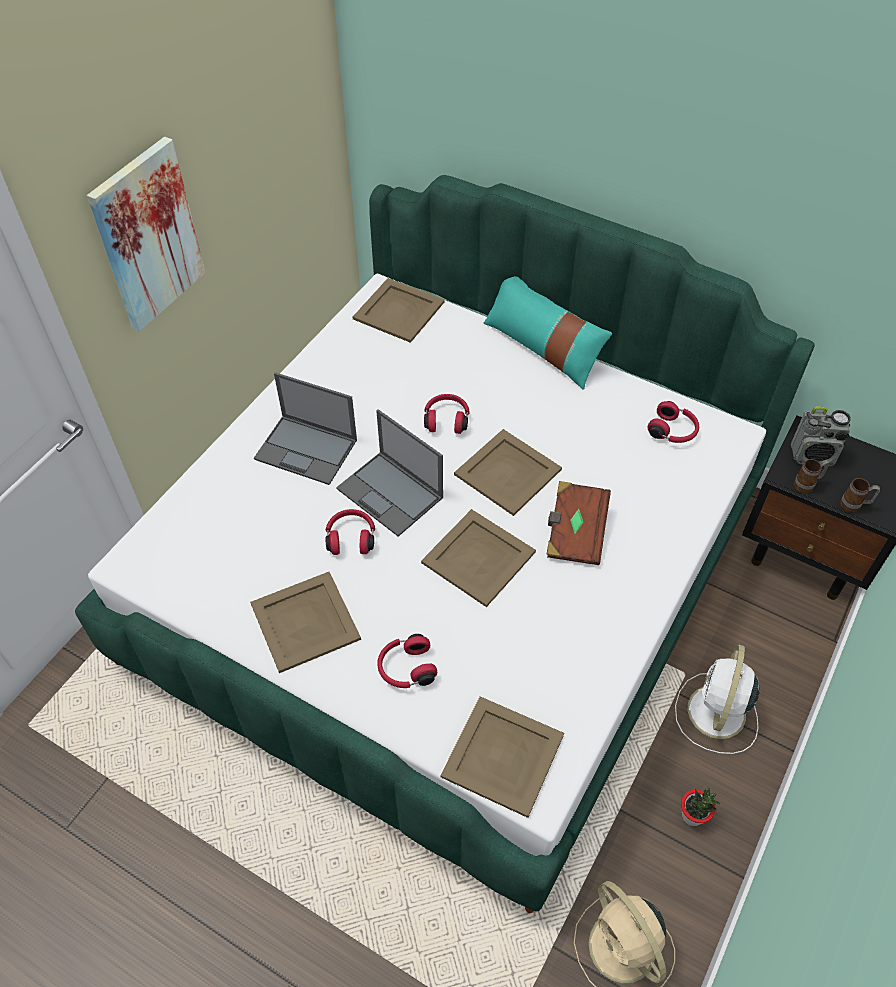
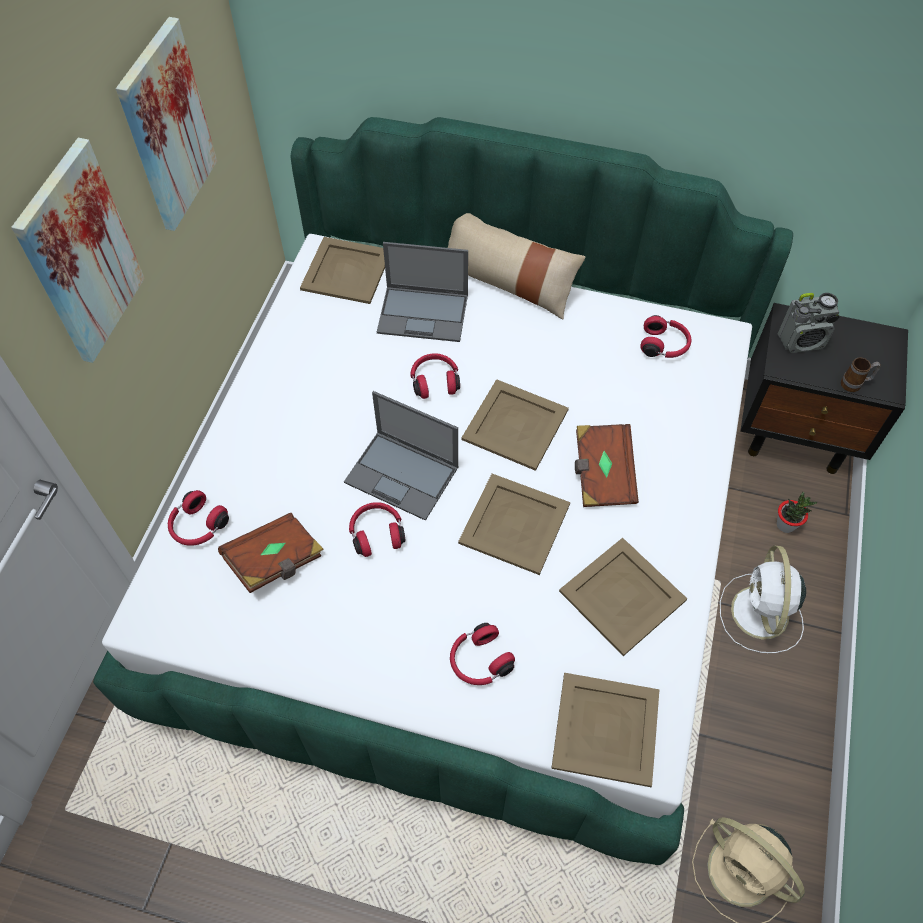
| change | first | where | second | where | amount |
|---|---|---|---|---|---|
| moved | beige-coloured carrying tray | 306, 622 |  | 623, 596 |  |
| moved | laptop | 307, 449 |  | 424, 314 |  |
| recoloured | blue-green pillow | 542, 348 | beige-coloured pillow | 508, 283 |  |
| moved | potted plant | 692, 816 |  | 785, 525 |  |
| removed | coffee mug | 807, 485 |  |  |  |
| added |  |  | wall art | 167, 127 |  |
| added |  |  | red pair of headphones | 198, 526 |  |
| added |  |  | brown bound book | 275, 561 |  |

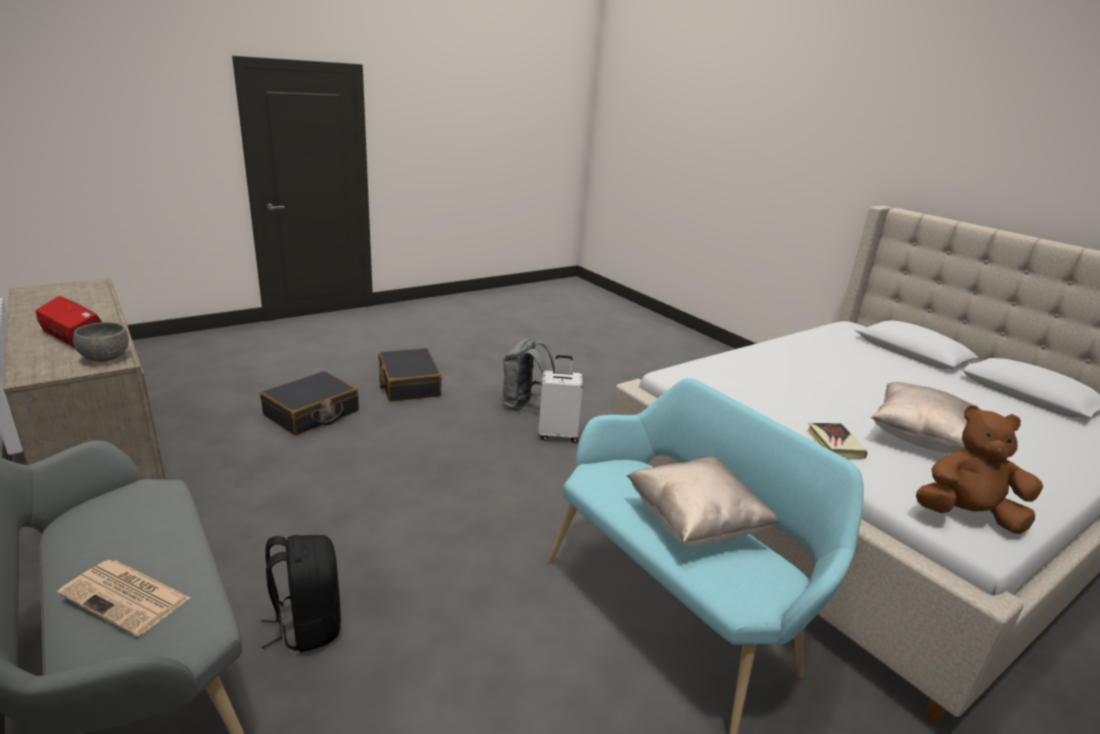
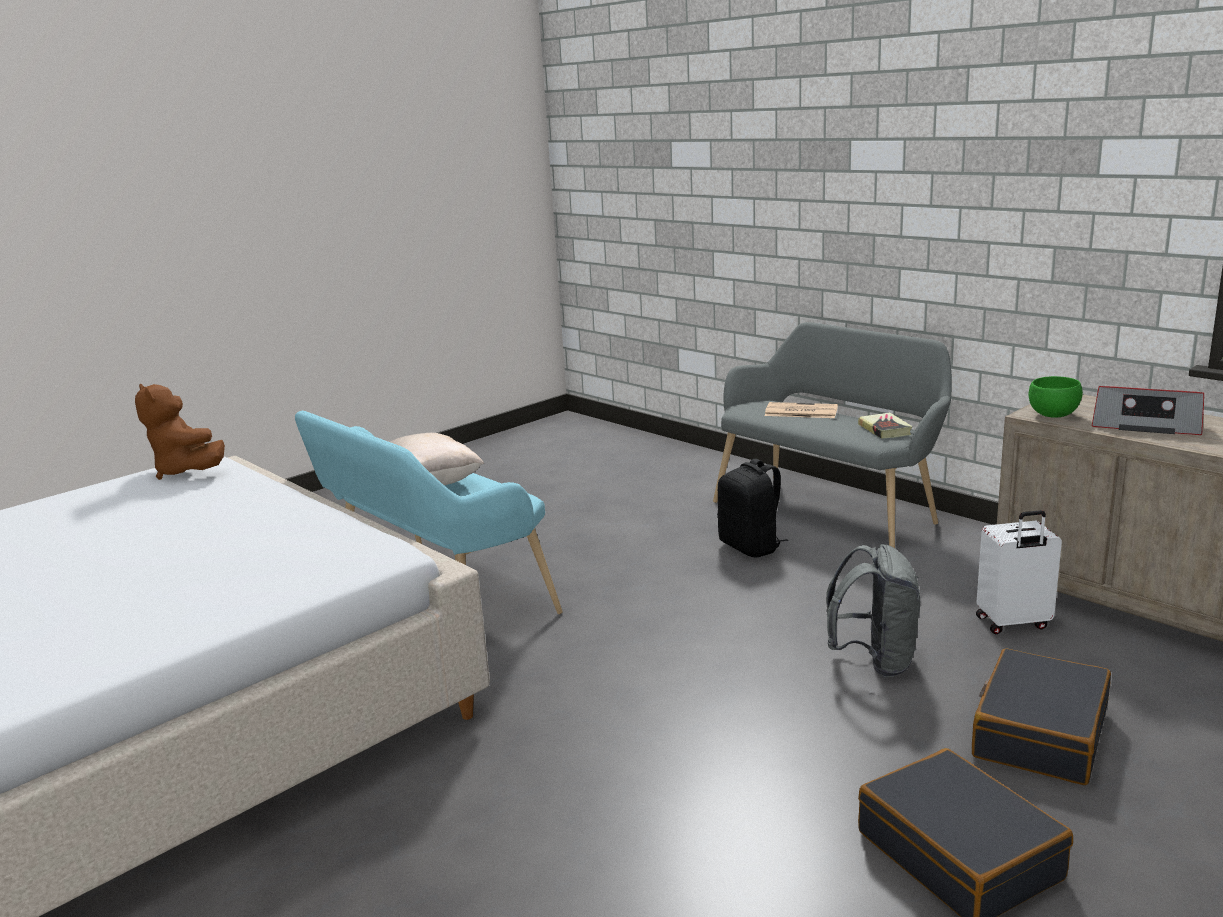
| change | first | where | second | where | amount |
|---|---|---|---|---|---|
| recoloured | greyish deep dish | 105, 359 | greenish deep dish | 1052, 415 |  |
| moved | greyish backpack | 525, 405 |  | 874, 661 |  |
| moved | whitish suitcase | 558, 434 |  | 1013, 623 |  |
| moved | bound book | 834, 444 |  | 884, 430 |  |
| removed | beige-coloured pillow | 920, 439 |  |  |  |
| turned | brown plush toy | 966, 516 |  | 186, 471 | 45 degrees clockwise |

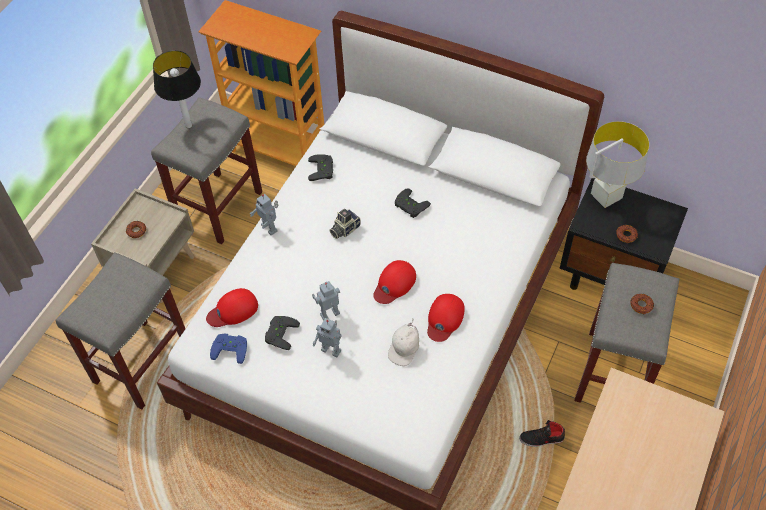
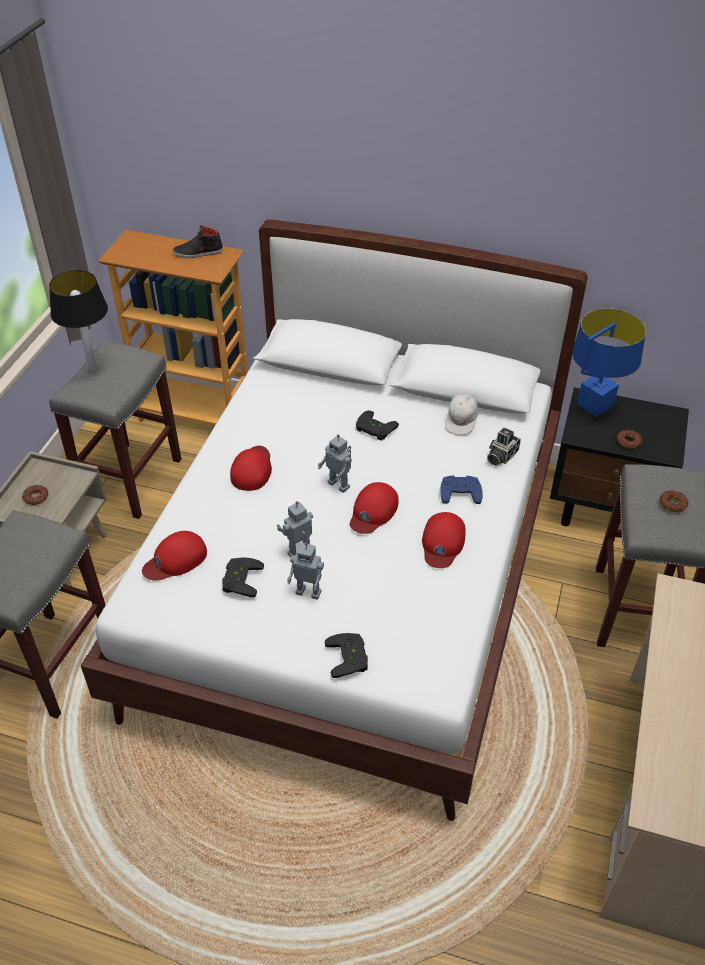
| change | first | where | second | where | amount |
|---|---|---|---|---|---|
| moved | blue gamepad | 231, 347 |  | 460, 490 |  |
| moved | robot figure | 270, 227 |  | 339, 484 |  |
| moved | black gamepad | 323, 170 |  | 350, 657 |  |
| moved | photo camera | 344, 229 |  | 500, 456 |  |
| moved | whitish peaked cap | 405, 349 |  | 461, 422 |  |
| moved | black item of footwear | 541, 439 |  | 198, 253 |  |
| recoloured | greyish tabletop lamp | 605, 197 | blue tabletop lamp | 594, 406 |  |
| added |  |  | red peaked cap | 252, 469 |  |

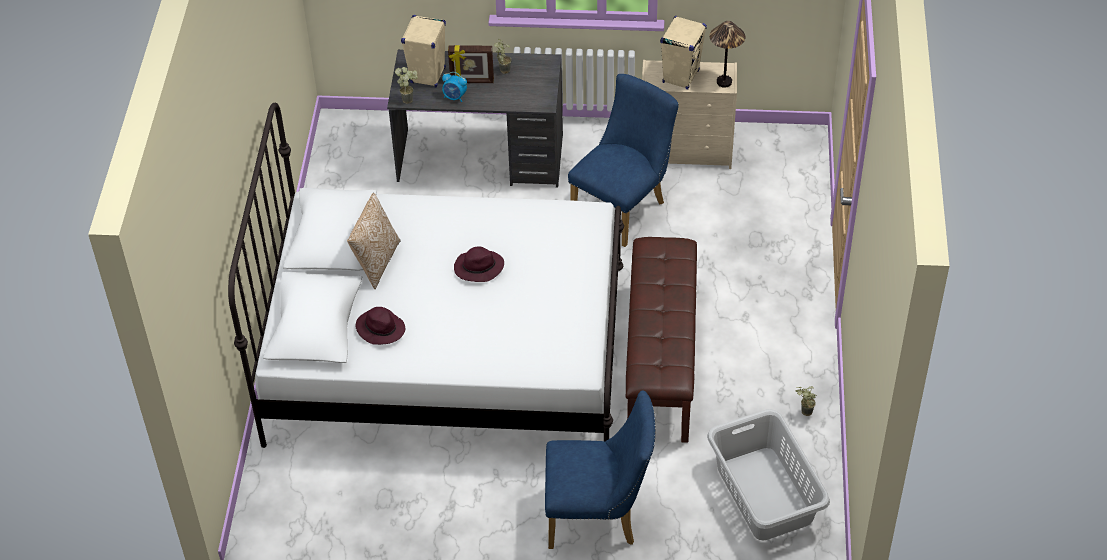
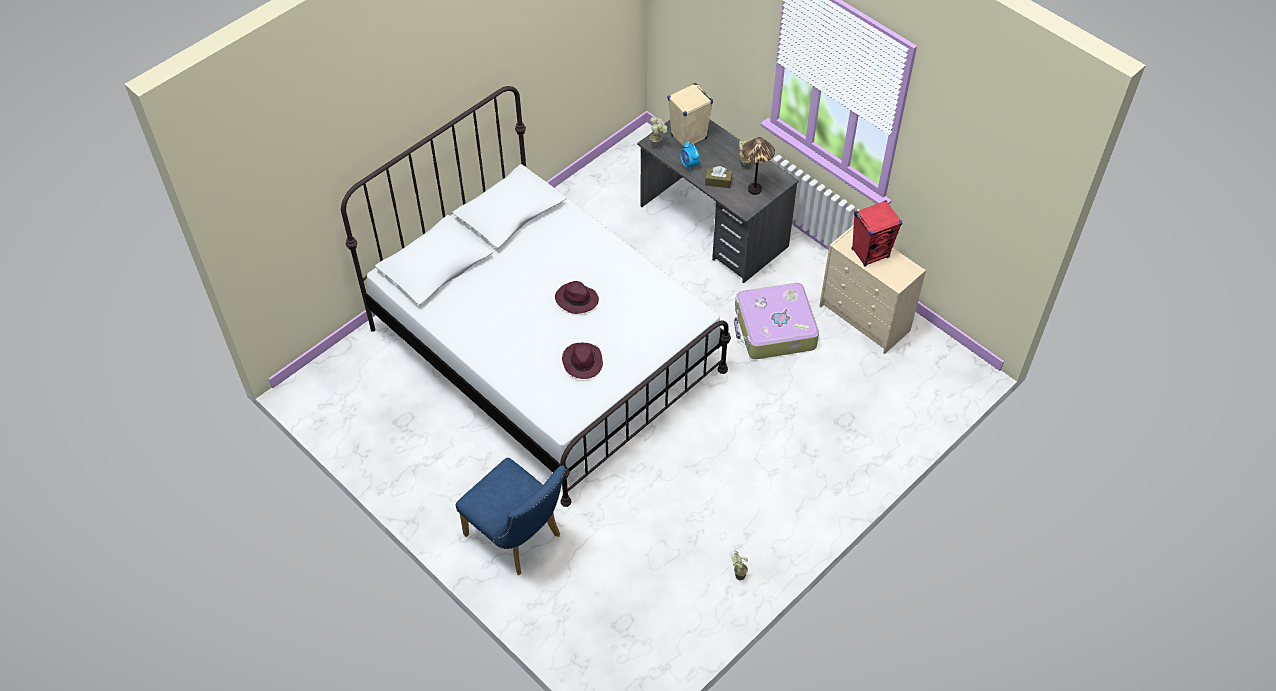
| change | first | where | second | where | amount |
|---|---|---|---|---|---|
| removed | pillow | 376, 262 |  |  |  |
| moved | purplish hat | 380, 328 |  | 582, 362 |  |
| removed | standing frame | 472, 81 |  |  |  |
| replaced | blue plain chair | 623, 207 | suitcase | 774, 329 |  |
| removed | brown long seat | 659, 361 |  |  |  |
| recoloured | beige-coloured loudspeaker | 681, 76 | red loudspeaker | 870, 253 |  |
| removed | greyish laundry basket | 764, 494 |  |  |  |
| moved | tabletop lamp | 724, 82 |  | 754, 189 |  |
| added |  |  | brown box of tissues | 718, 182 |  |

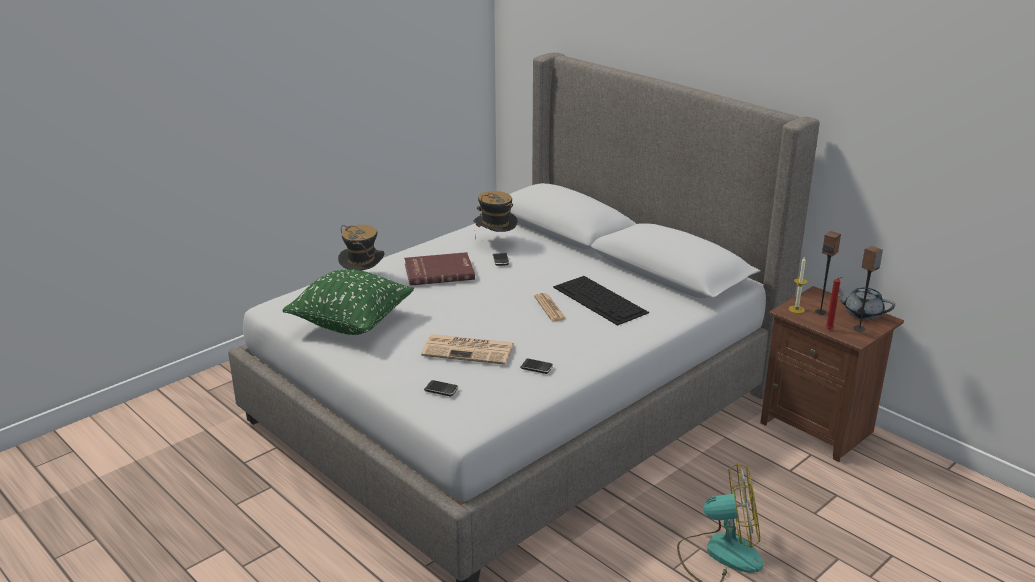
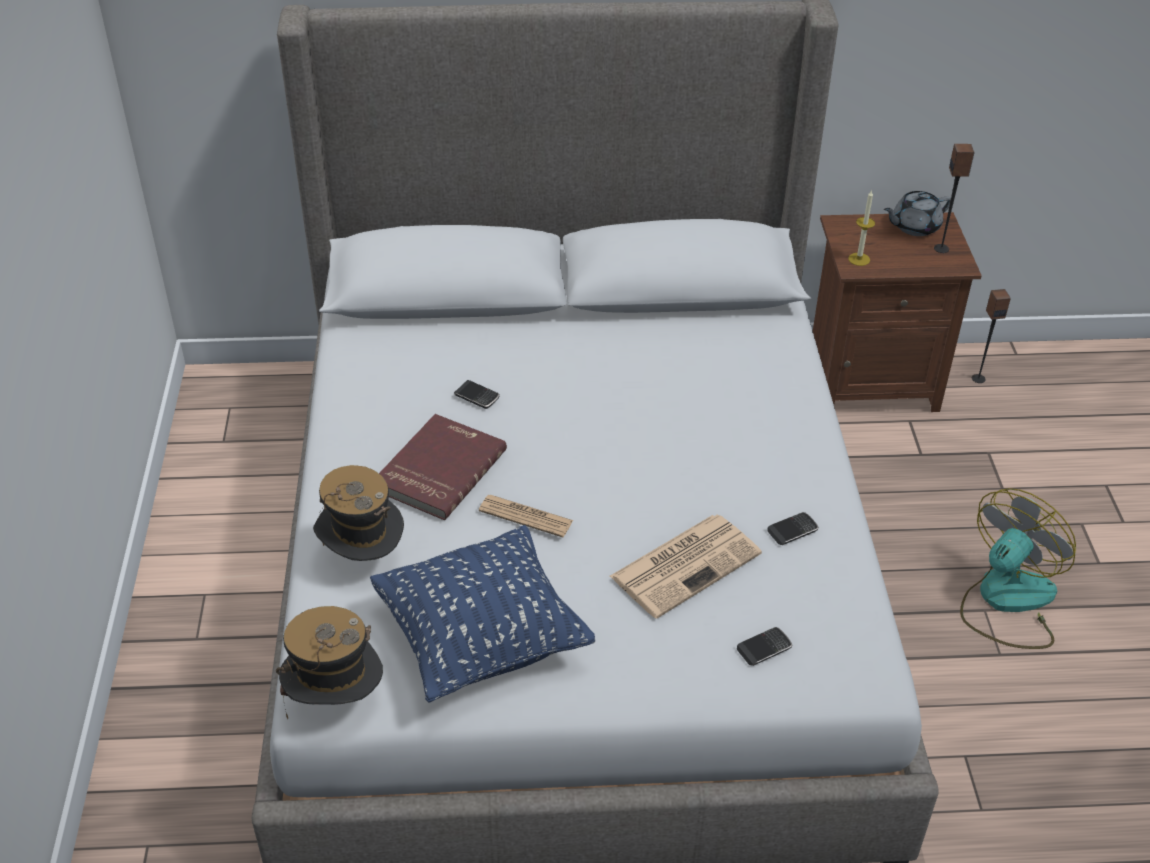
| change | first | where | second | where | amount |
|---|---|---|---|---|---|
| recoloured | greenish pillow | 351, 323 | blue pillow | 482, 640 |  |
| moved | hat | 495, 243 |  | 336, 703 |  |
| moved | newspaper | 550, 308 |  | 526, 516 |  |
| removed | computer keyboard | 601, 300 |  |  |  |
| moved | loudspeaker | 820, 312 |  | 978, 378 |  |
| removed | red wax candle | 829, 330 |  |  |  |

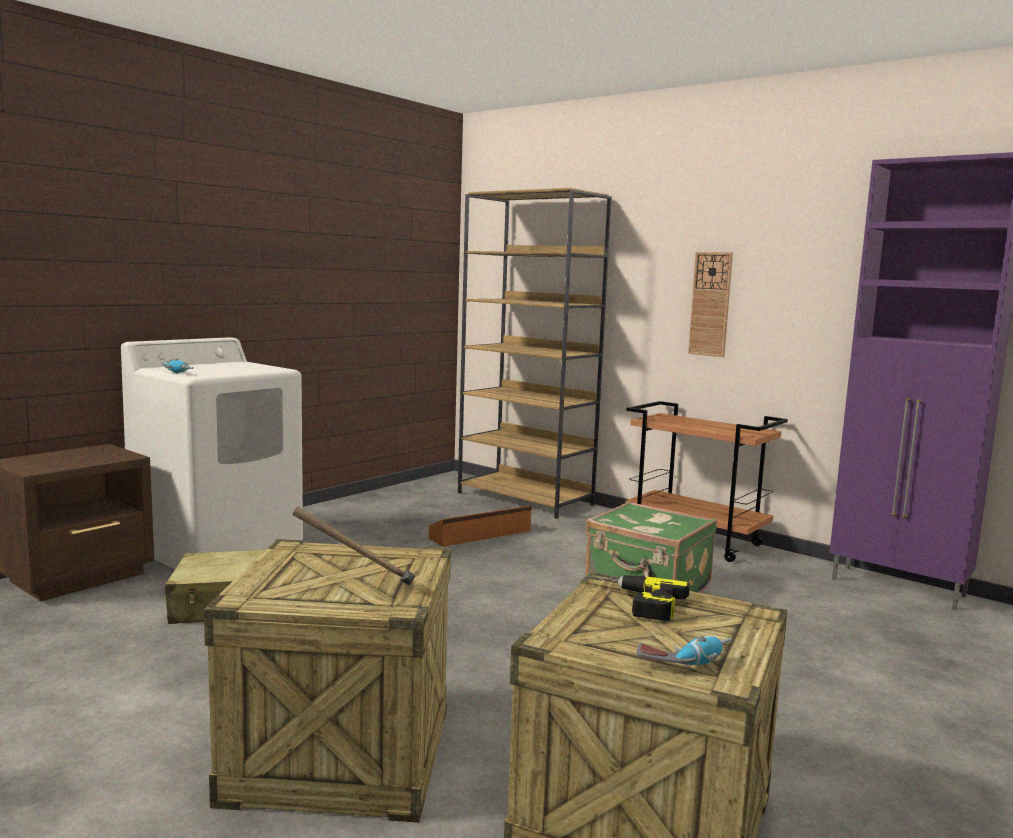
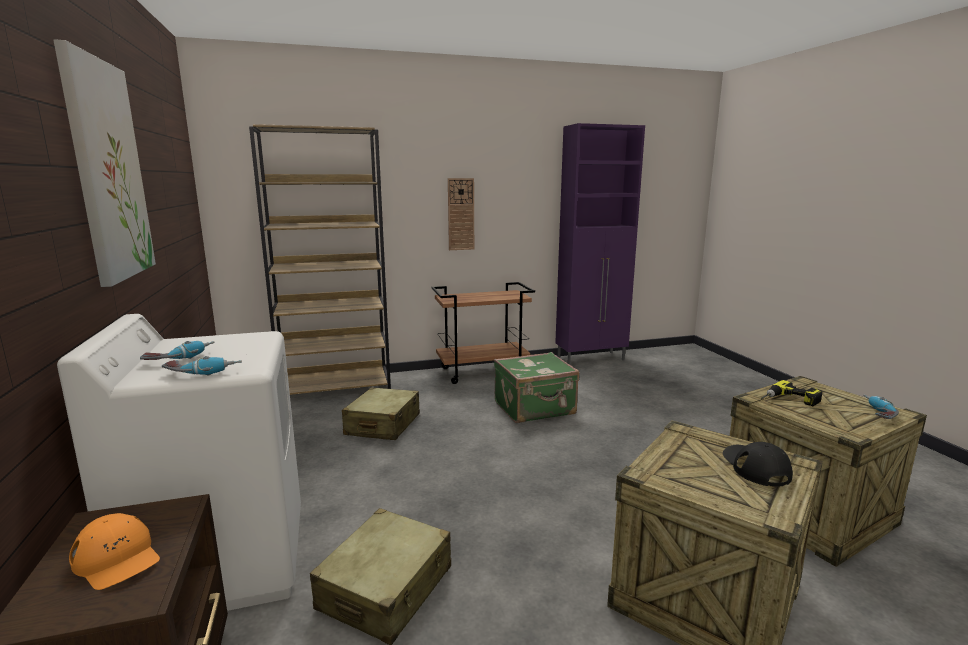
| change | first | where | second | where | amount |
|---|---|---|---|---|---|
| replaced | hammer | 360, 588 | black peaked cap | 755, 467 |  |
| replaced | brown storage box | 481, 535 | beige-coloured suitcase | 383, 425 |  |
| added |  |  | wall art | 108, 171 |  |
| added |  |  | orange-coloured peaked cap | 117, 559 |  |
| added |  |  | electric drill | 180, 358 |  |

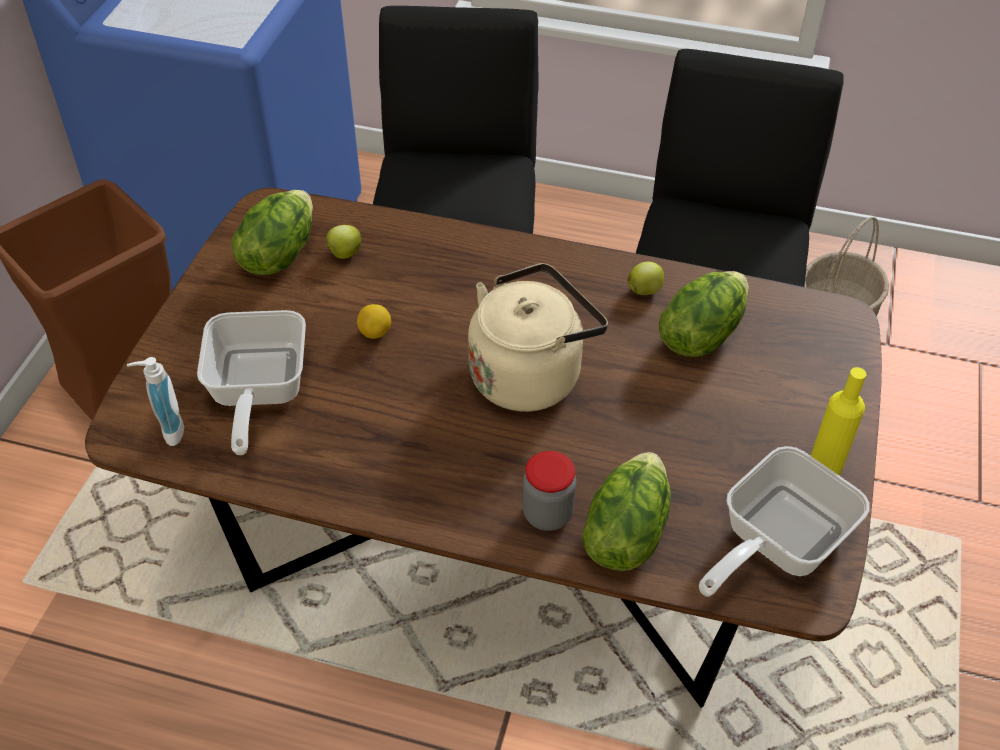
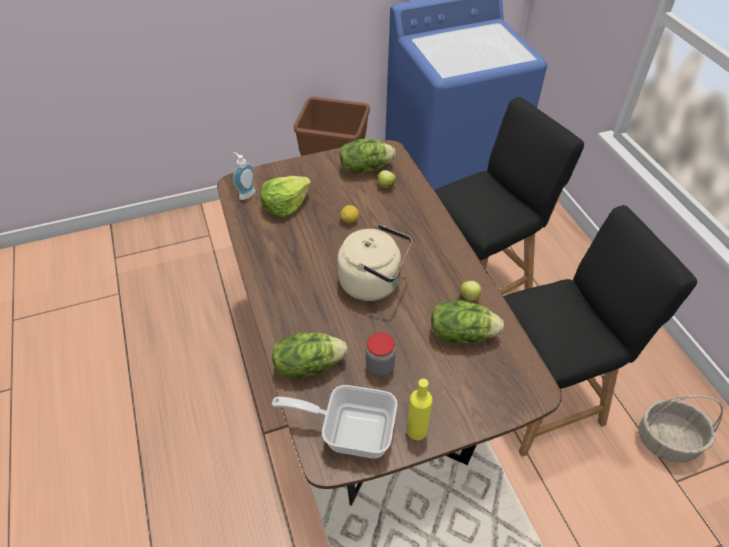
| change | first | where | second | where | amount |
|---|---|---|---|---|---|
| replaced | pan | 256, 392 | lettuce | 285, 205 |  |
| moved | preserve jar | 547, 514 |  | 380, 367 |  |

